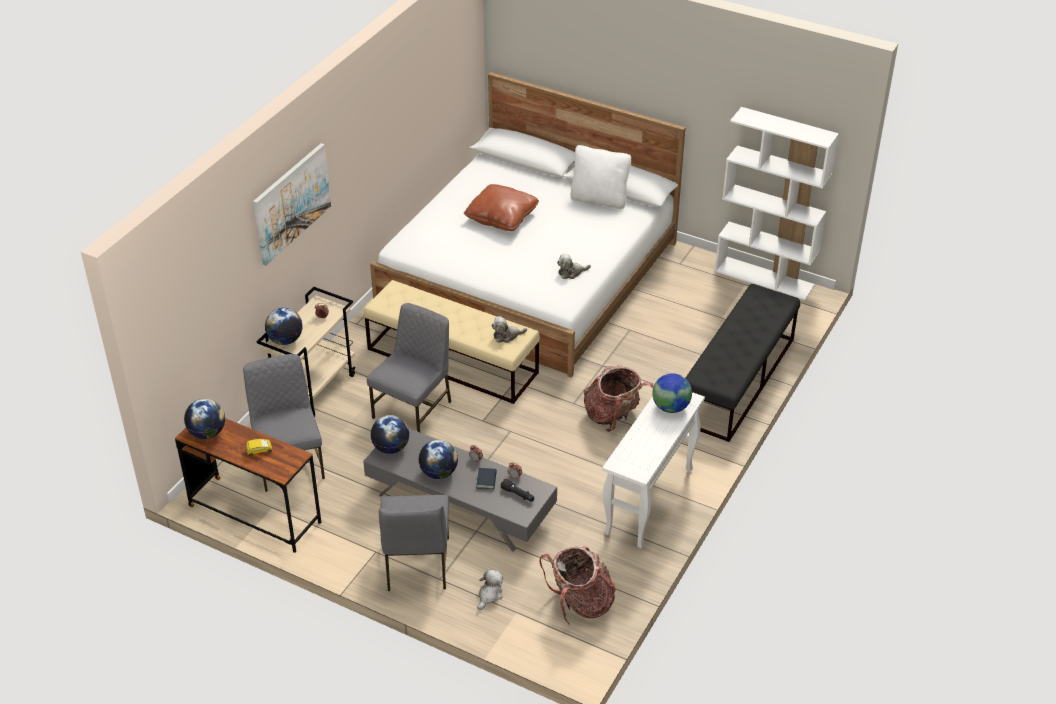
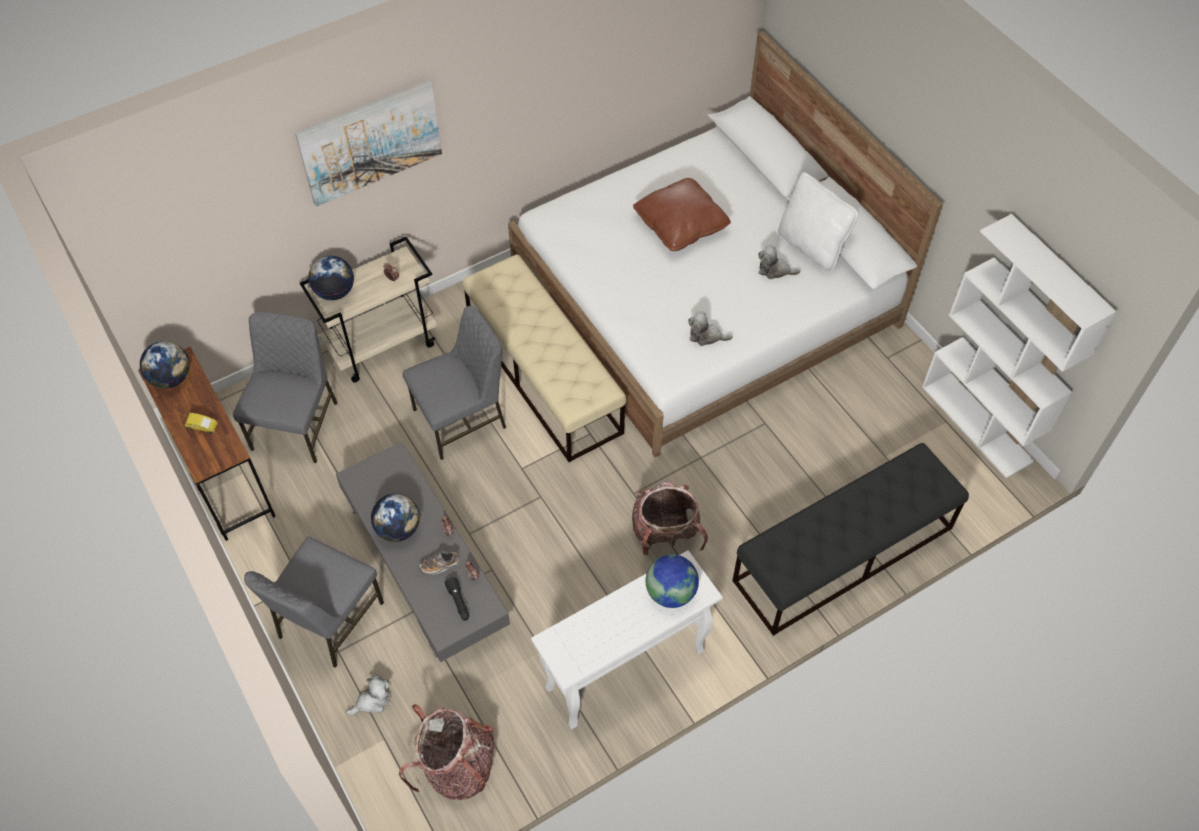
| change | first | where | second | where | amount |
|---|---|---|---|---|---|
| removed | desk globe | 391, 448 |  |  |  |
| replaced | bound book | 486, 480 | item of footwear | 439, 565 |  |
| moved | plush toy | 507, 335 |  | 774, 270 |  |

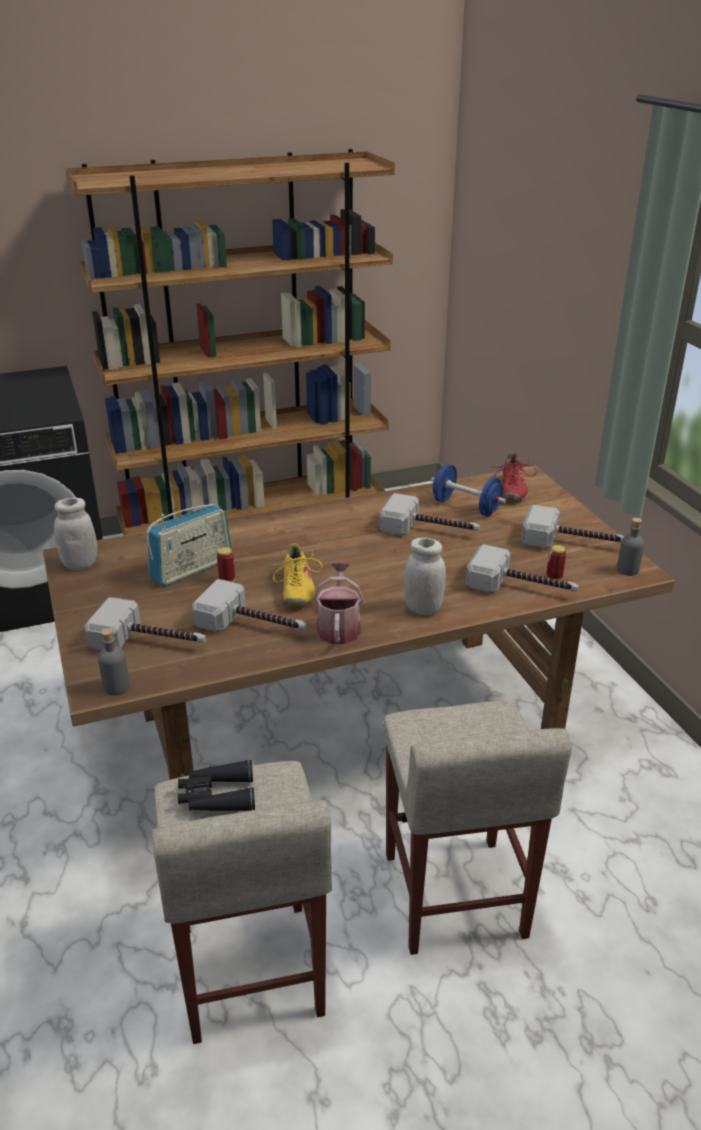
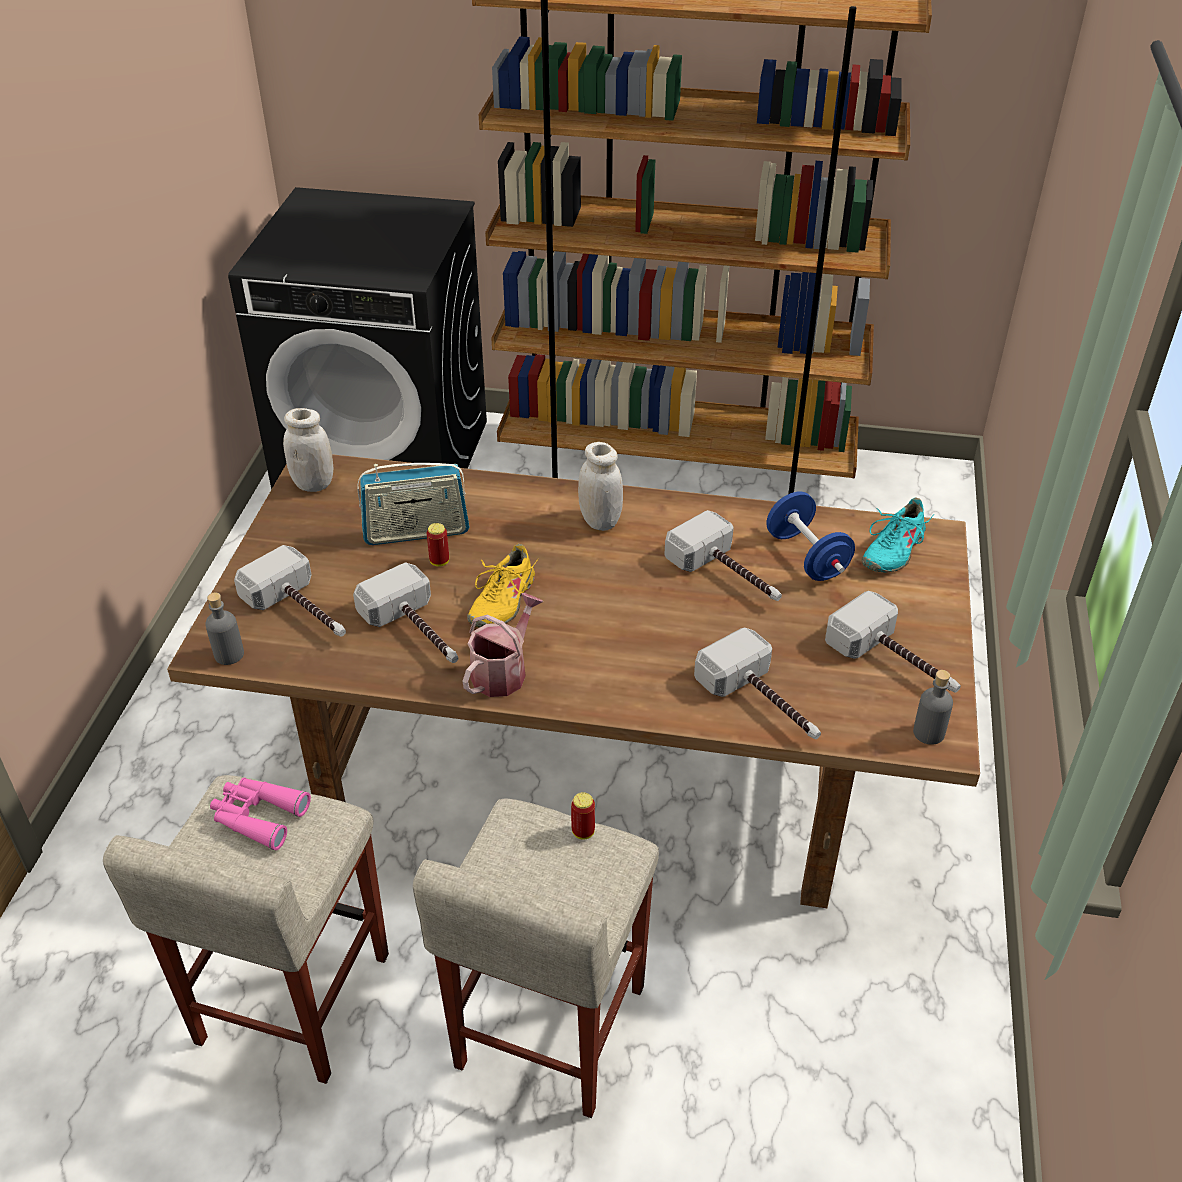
| change | first | where | second | where | amount |
|---|---|---|---|---|---|
| recoloured | black binoculars | 216, 796 | pink binoculars | 258, 816 |  |
| moved | whitish preserve jar | 423, 609 |  | 600, 521 |  |
| recoloured | red item of footwear | 511, 490 | blue-green item of footwear | 892, 550 |  |
| moved | metal can | 554, 578 |  | 583, 832 |  |

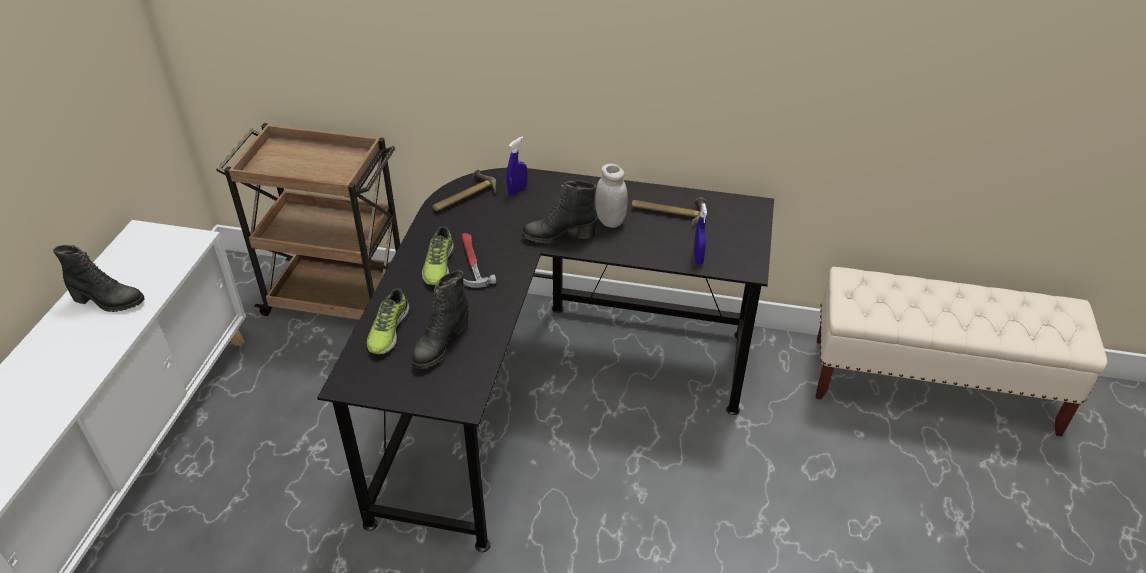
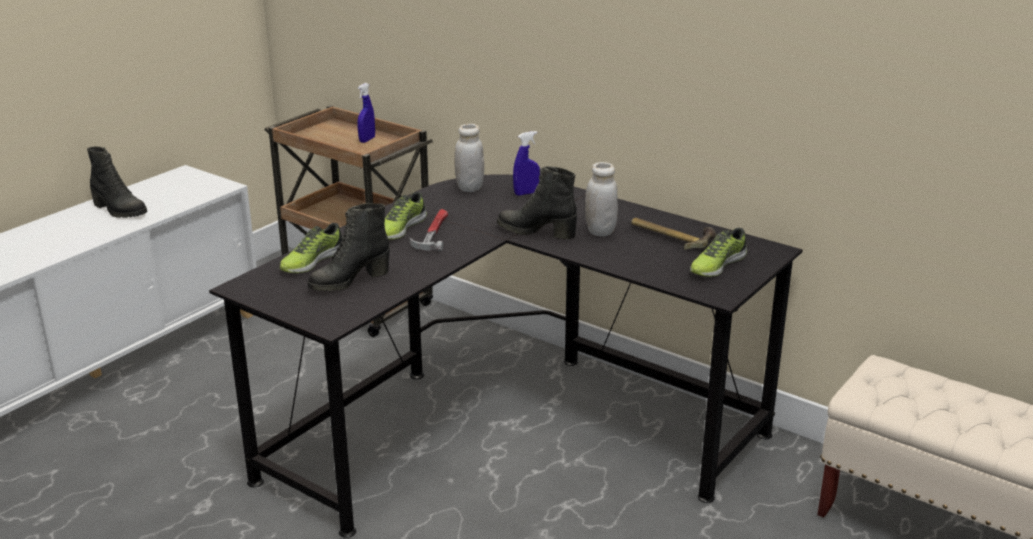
| change | first | where | second | where | amount |
|---|---|---|---|---|---|
| replaced | hammer | 463, 196 | whitish preserve jar | 469, 188 |  |
| moved | blue spray bottle | 698, 257 |  | 367, 140 |  |
| added |  |  | item of footwear | 716, 265 |  |

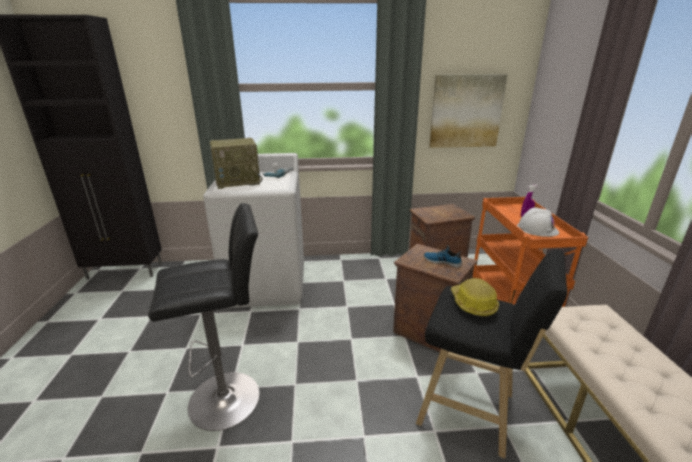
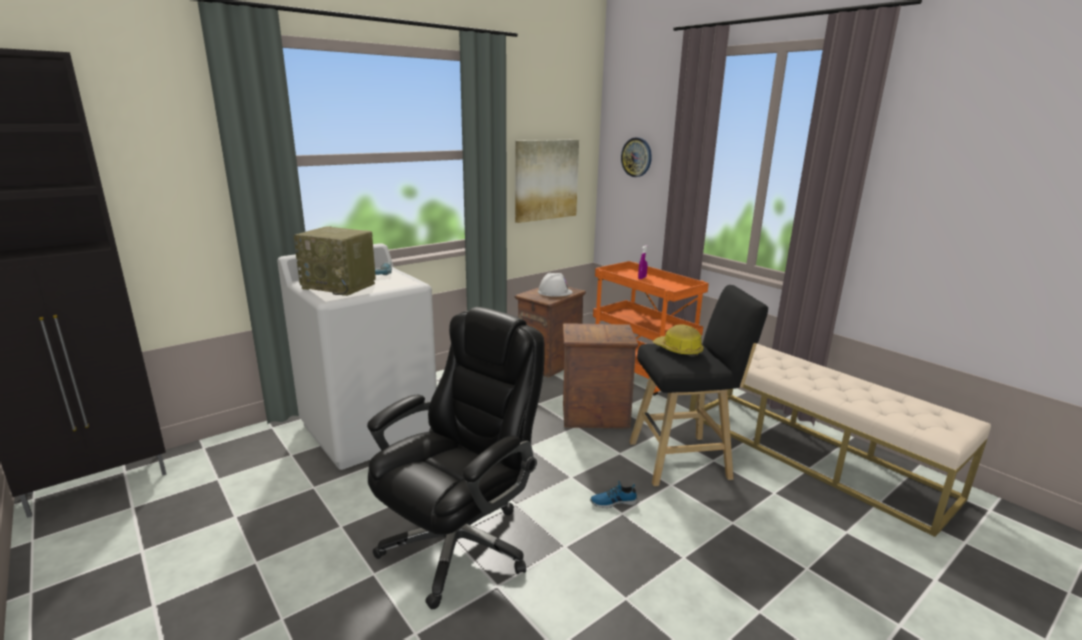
| change | first | where | second | where | amount |
|---|---|---|---|---|---|
| replaced | black sitting stool | 230, 397 | black desk chair | 459, 544 |  |
| turned | radio | 238, 181 |  | 340, 286 | 75 degrees clockwise |
| moved | item of footwear | 442, 261 |  | 613, 501 |  |
| moved | whitish work helmet | 537, 229 |  | 554, 292 |  |
| added |  |  | wall clock | 636, 157 |  |

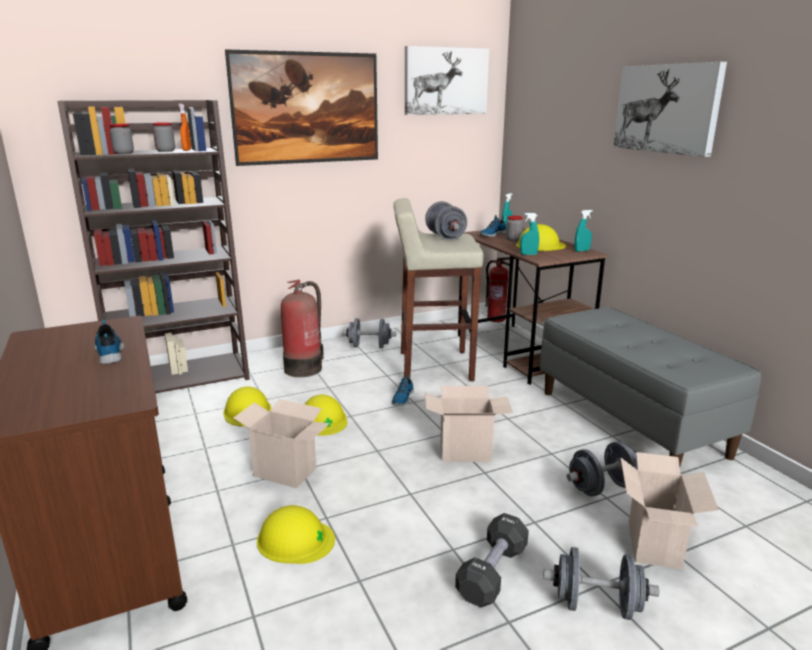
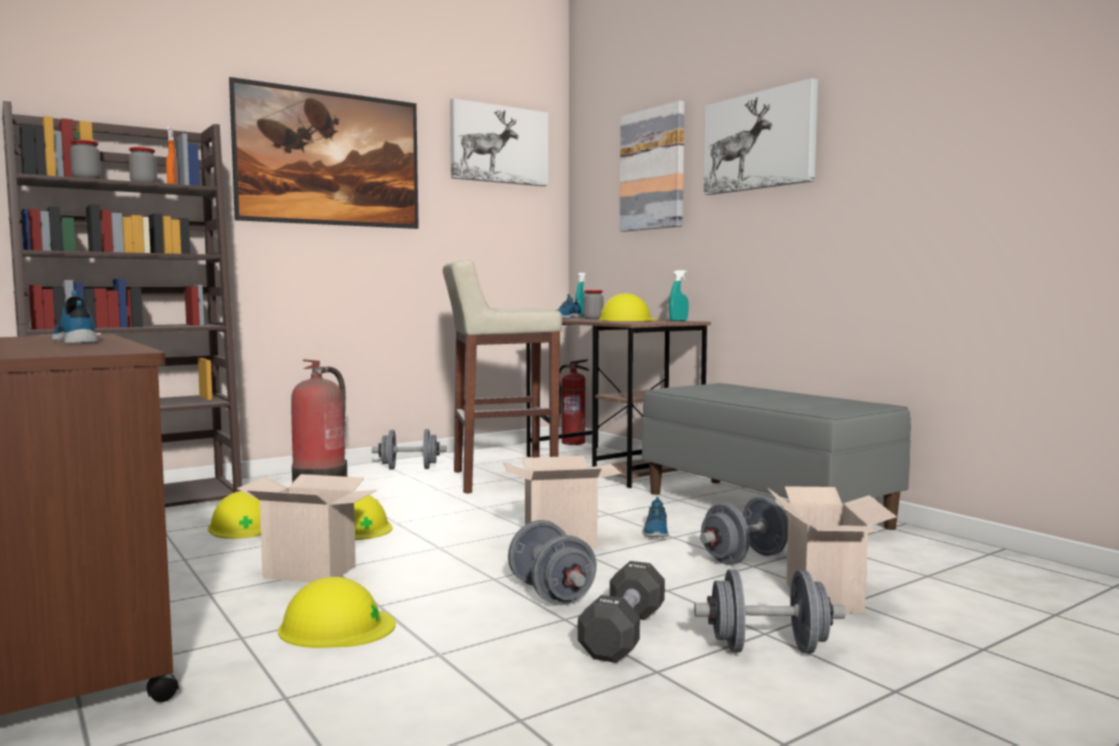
| change | first | where | second | where | amount |
|---|---|---|---|---|---|
| moved | item of footwear | 402, 398 |  | 655, 531 |  |
| moved | greyish free weight | 445, 236 |  | 551, 593 |  |
| removed | blue-green spray bottle | 528, 254 |  |  |  |
| added |  |  | wall art | 653, 169 |  |

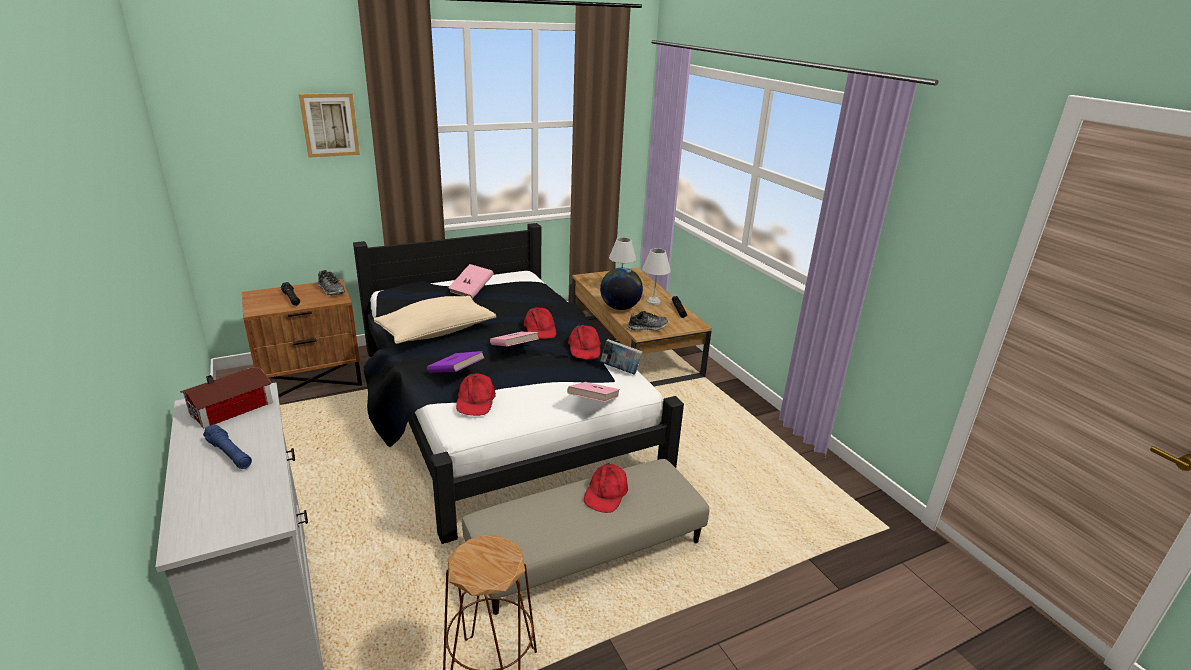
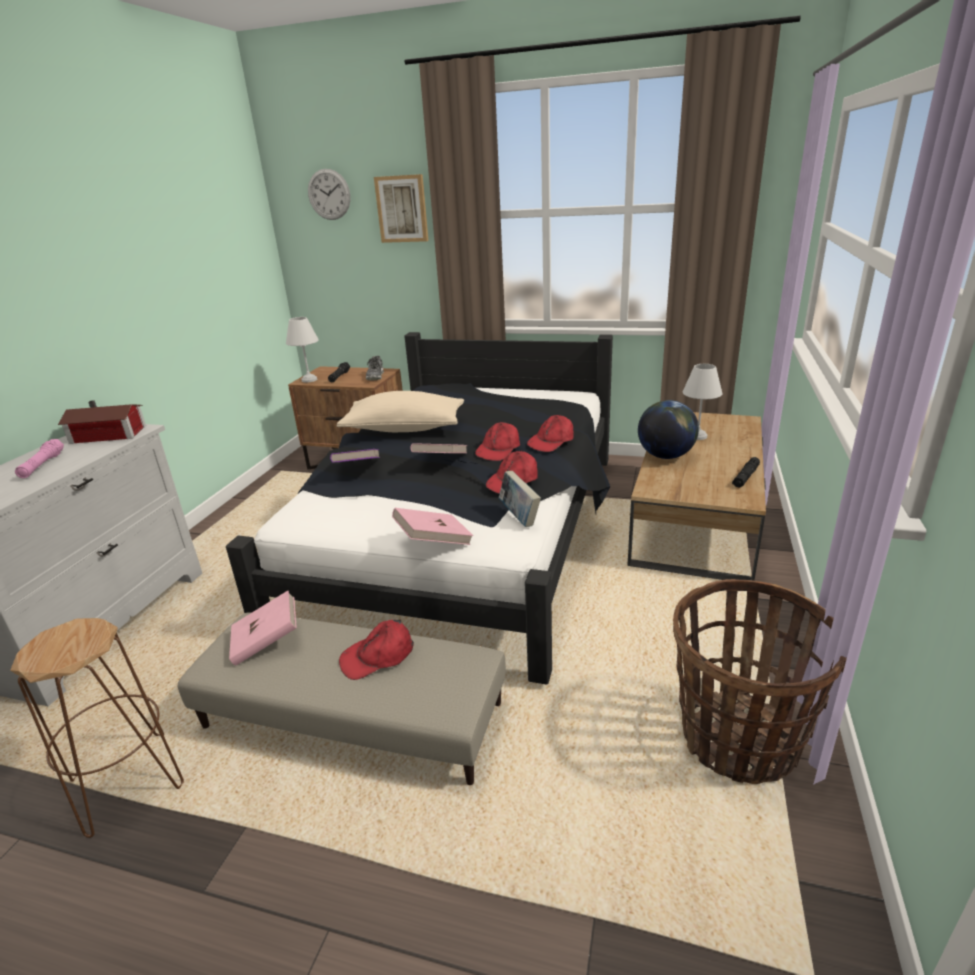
| change | first | where | second | where | amount |
|---|---|---|---|---|---|
| recoloured | blue torch | 229, 453 | pink torch | 42, 465 |  |
| moved | pink bound book | 471, 290 |  | 267, 641 |  |
| moved | red peaked cap | 475, 401 |  | 551, 441 |  |
| removed | item of footwear | 647, 327 |  |  |  |
| moved | whitish tabletop lamp | 654, 302 |  | 310, 380 |  |
| added |  |  | wall clock | 329, 194 |  |
| added |  |  | basket | 738, 740 |  |

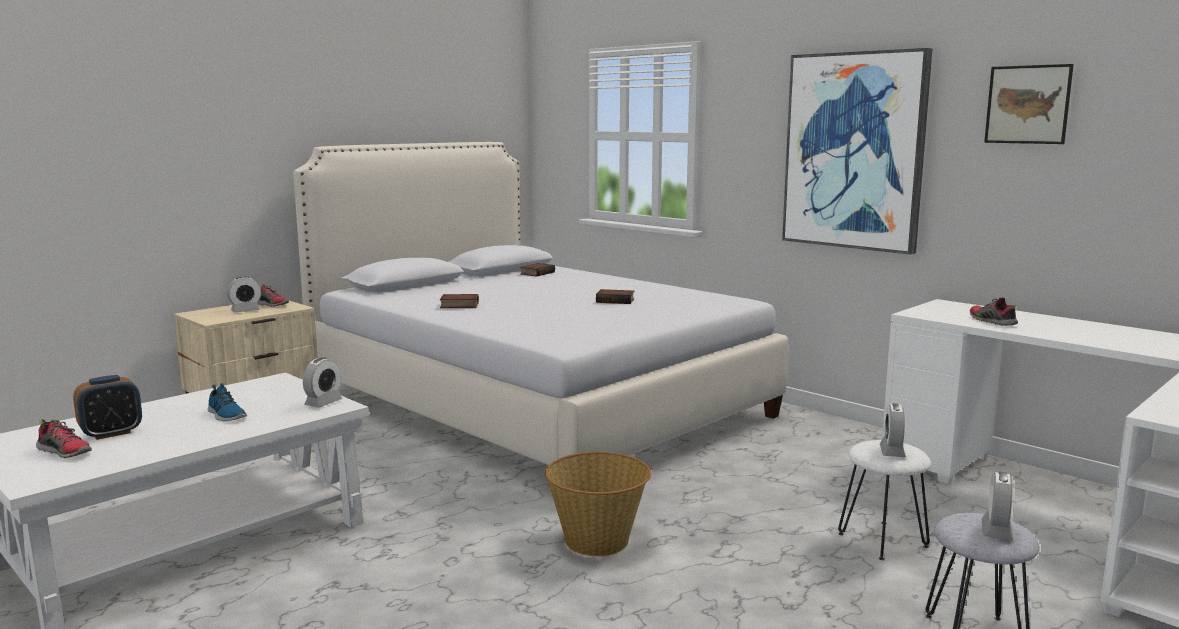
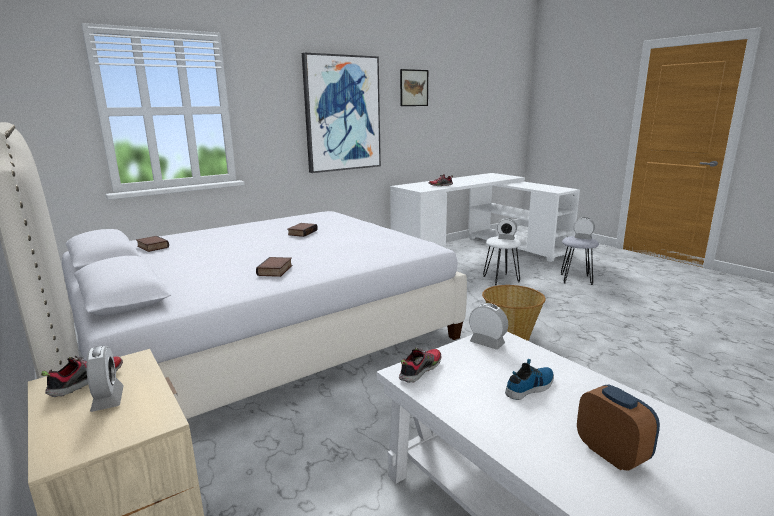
| change | first | where | second | where | amount |
|---|---|---|---|---|---|
| moved | item of footwear | 65, 452 |  | 420, 370 |  |

